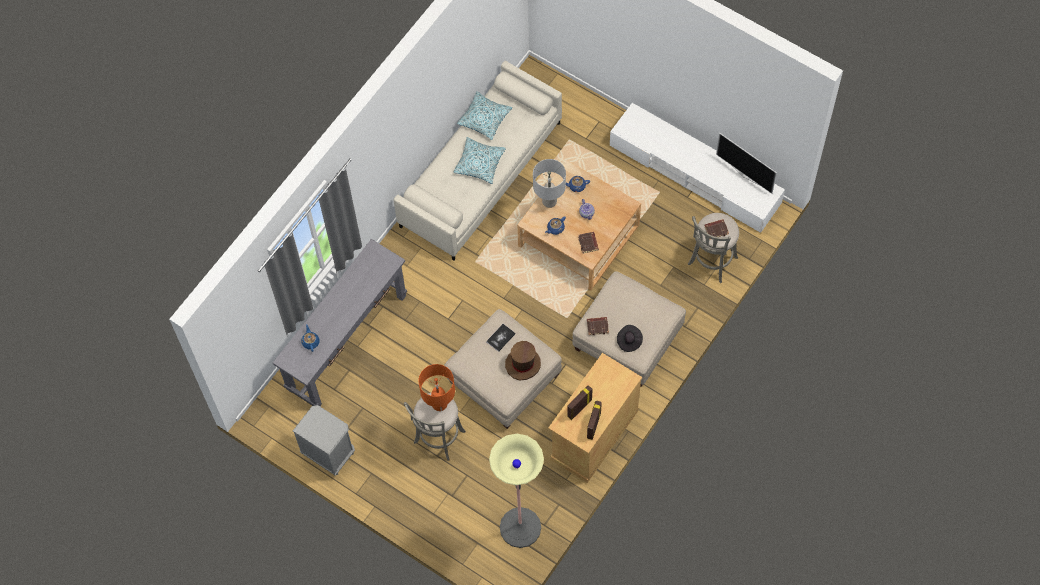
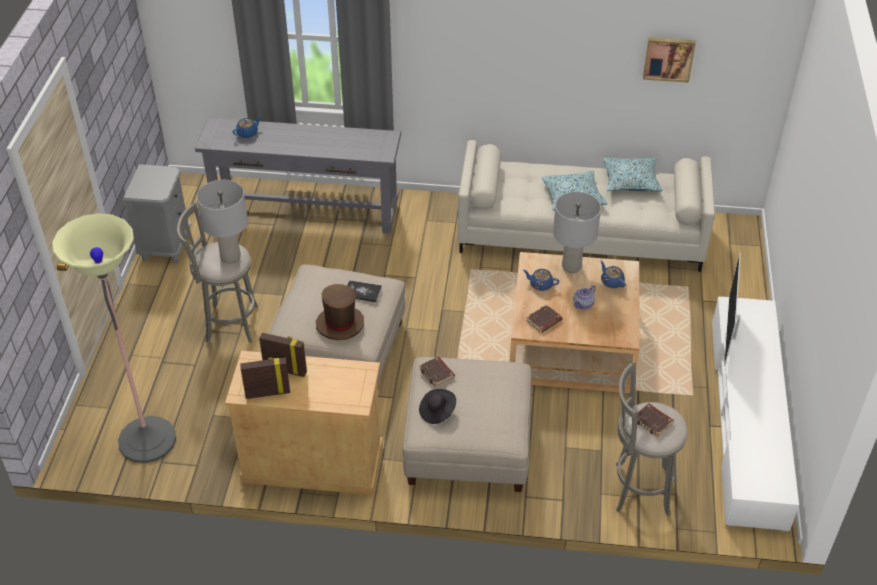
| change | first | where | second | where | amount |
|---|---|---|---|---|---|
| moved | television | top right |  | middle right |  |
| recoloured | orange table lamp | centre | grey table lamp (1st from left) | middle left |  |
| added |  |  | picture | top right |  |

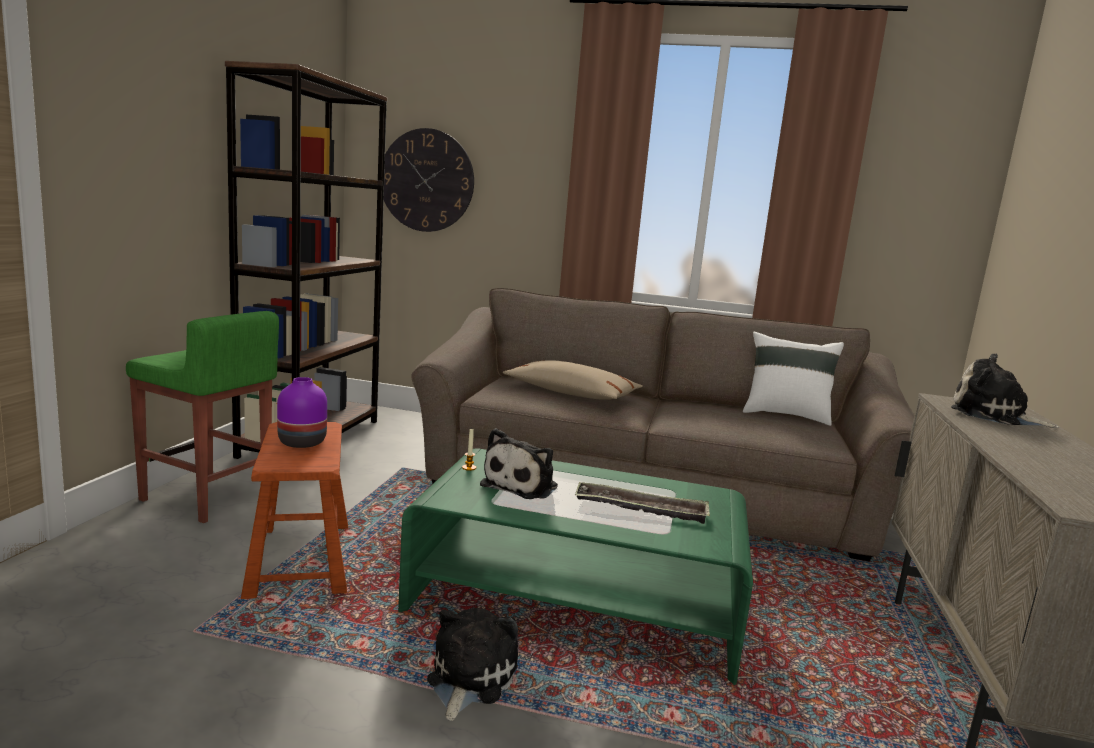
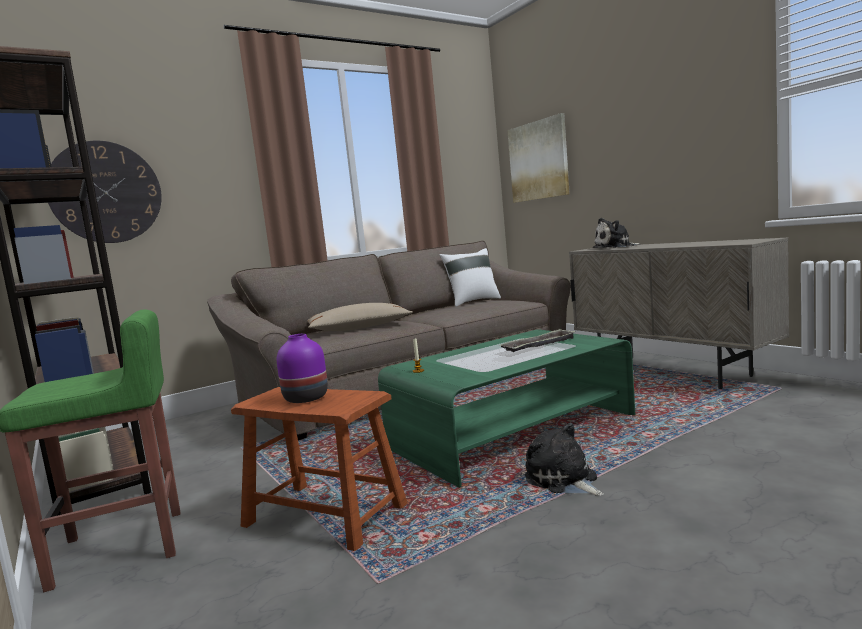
| change | first | where | second | where | amount |
|---|---|---|---|---|---|
| removed | plush toy (2nd from left) | centre |  |  |  |
| added |  |  | picture | top centre |  |

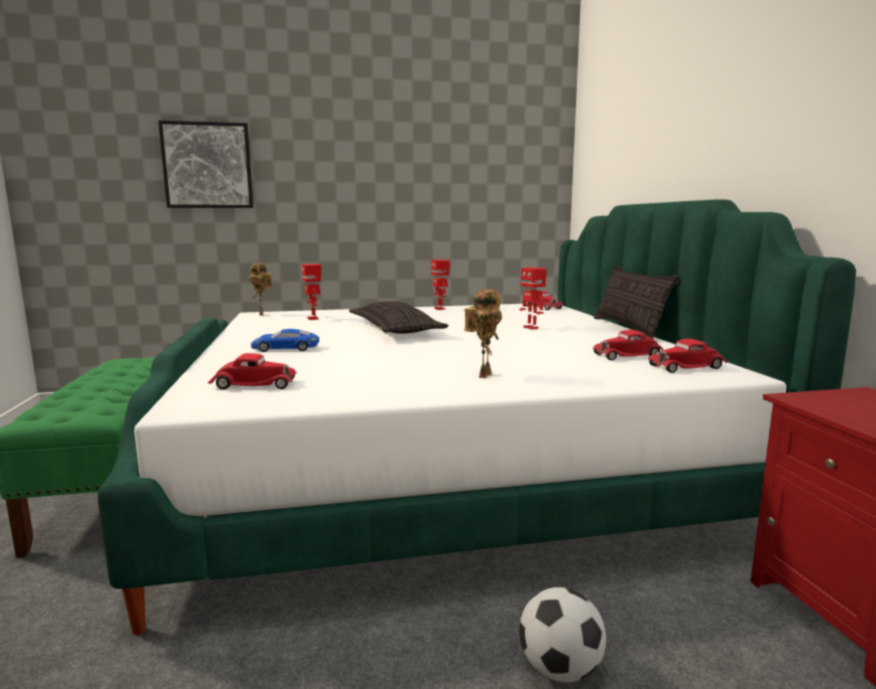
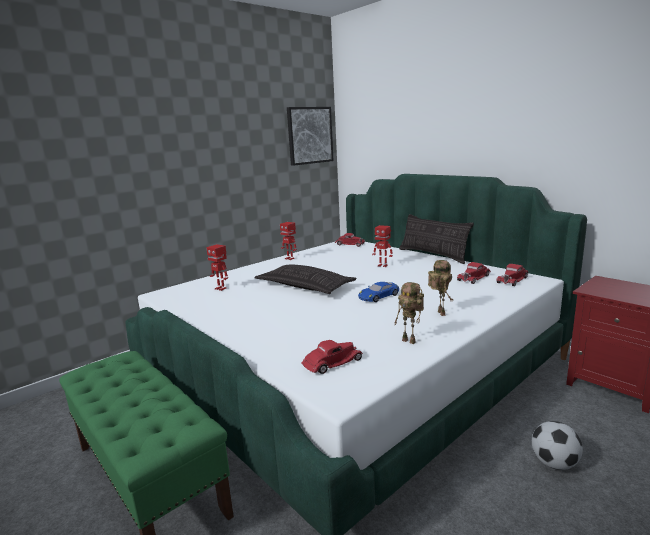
| change | first | where | second | where | amount |
|---|---|---|---|---|---|
| moved | picture | top left |  | top centre |  |
| moved | toy robot (1st from left in the first image) | middle left | toy robot (4th from left) | centre |  |
| moved | blue toy car | middle left |  | centre |  |

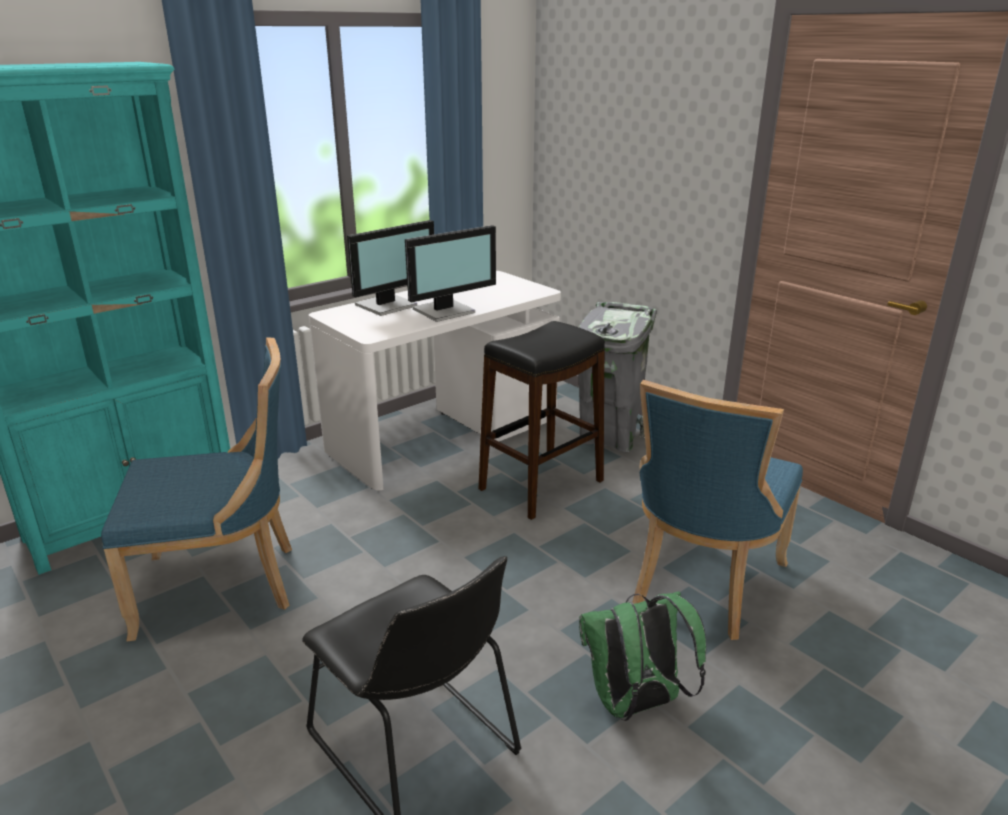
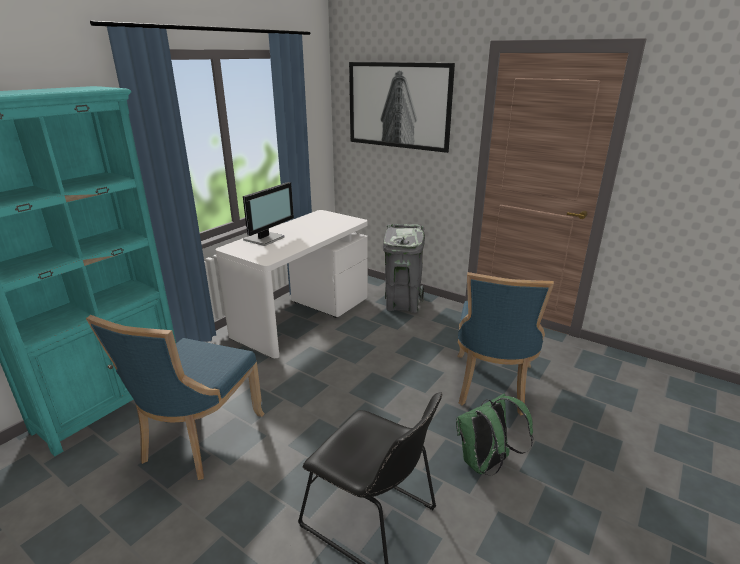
| change | first | where | second | where | amount |
|---|---|---|---|---|---|
| removed | monitor (2nd from left) | centre |  |  |  |
| removed | black stool | centre |  |  |  |
| turned | blue chair (1st from left) | middle left |  | bottom left | 135 degrees clockwise |
| added |  |  | picture | top centre |  |

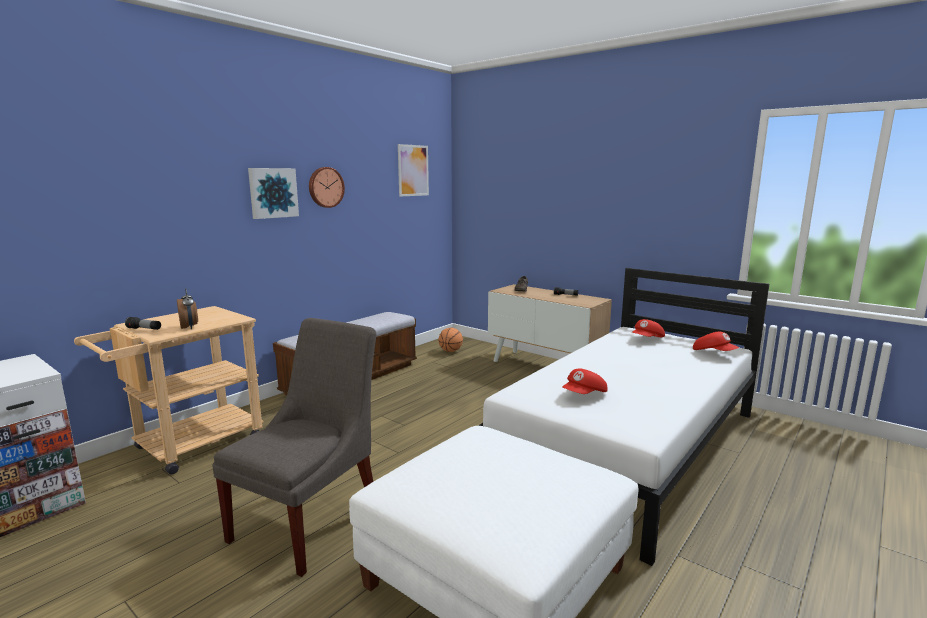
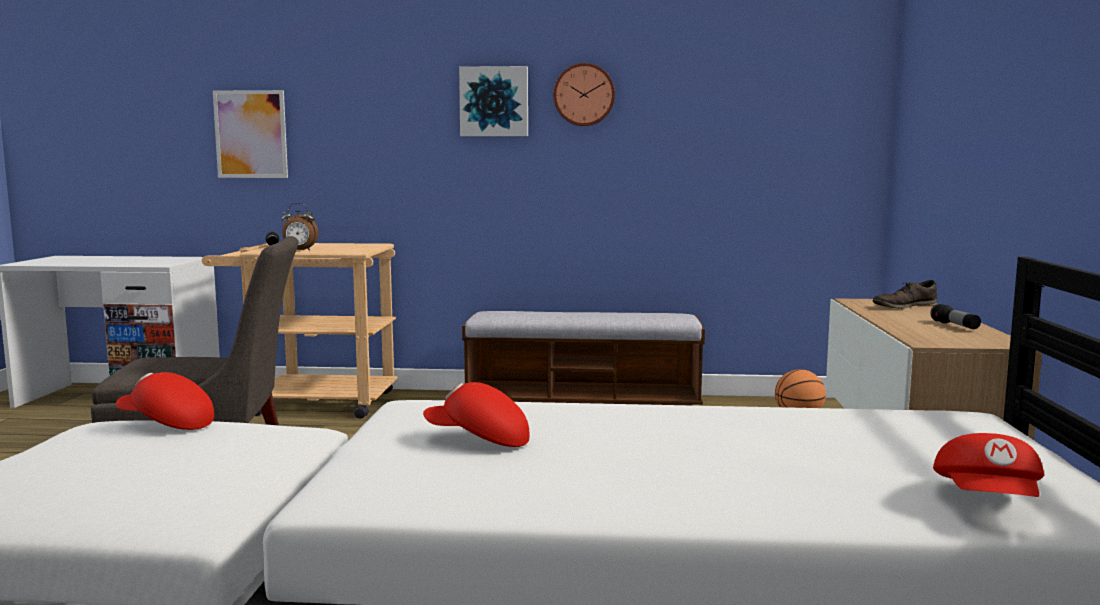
| change | first | where | second | where | amount |
|---|---|---|---|---|---|
| moved | picture (2nd from left in the first image) | top centre | picture (1st from left) | top left |  |
| turned | alarm clock | middle left |  | middle left | 60 degrees clockwise |
| moved | red cap (2nd from left in the first image) | middle right | red cap (1st from left) | middle left |  |

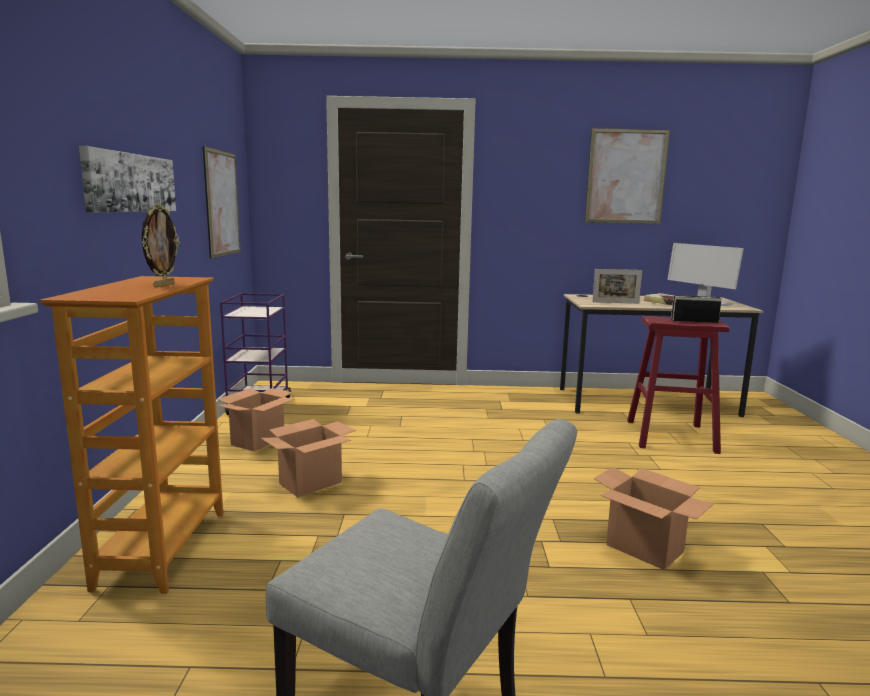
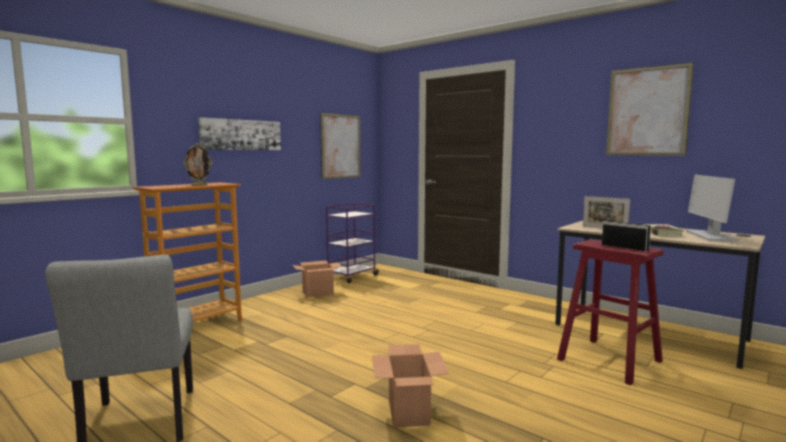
| change | first | where | second | where | amount |
|---|---|---|---|---|---|
| removed | cardboard box (2nd from left) | centre |  |  |  |

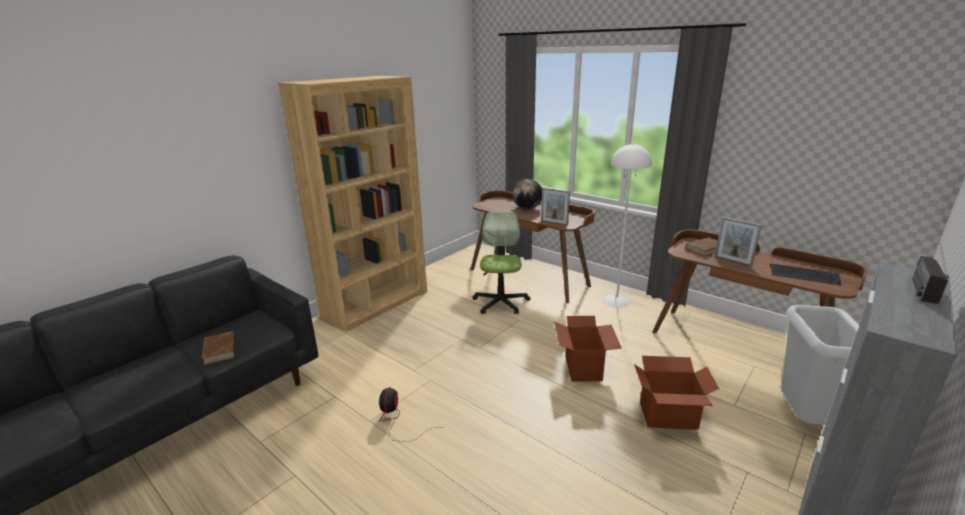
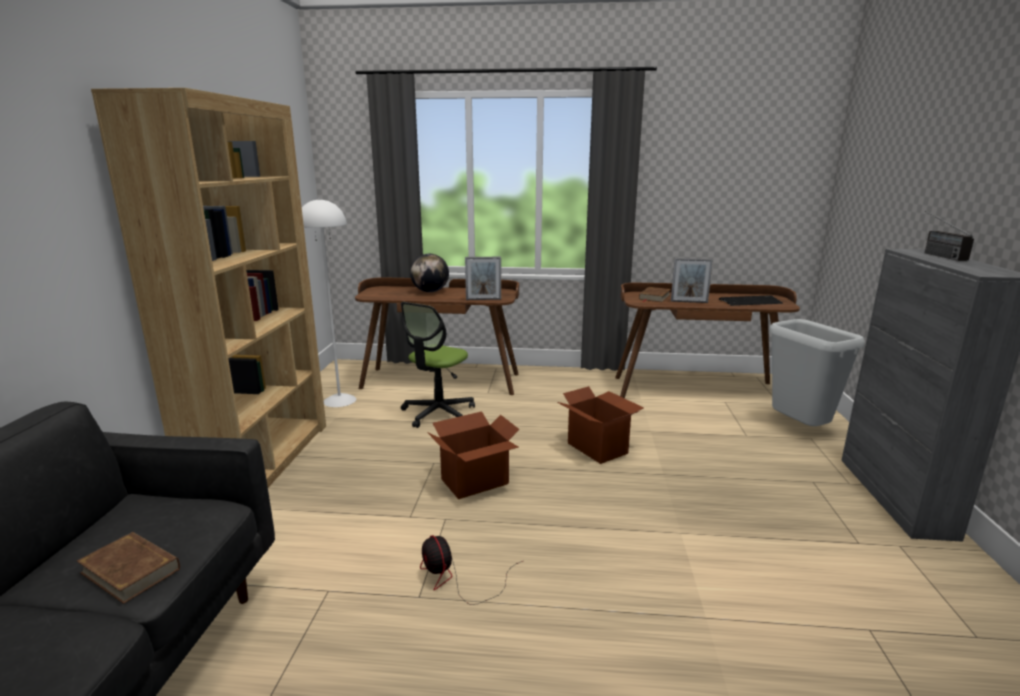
| change | first | where | second | where | amount |
|---|---|---|---|---|---|
| moved | white floor lamp | centre |  | middle left |  |
| turned | office chair | centre |  | centre | 120 degrees counterclockwise |
| moved | cardboard box (2nd from left in the first image) | bottom right | cardboard box (1st from left) | centre |  |

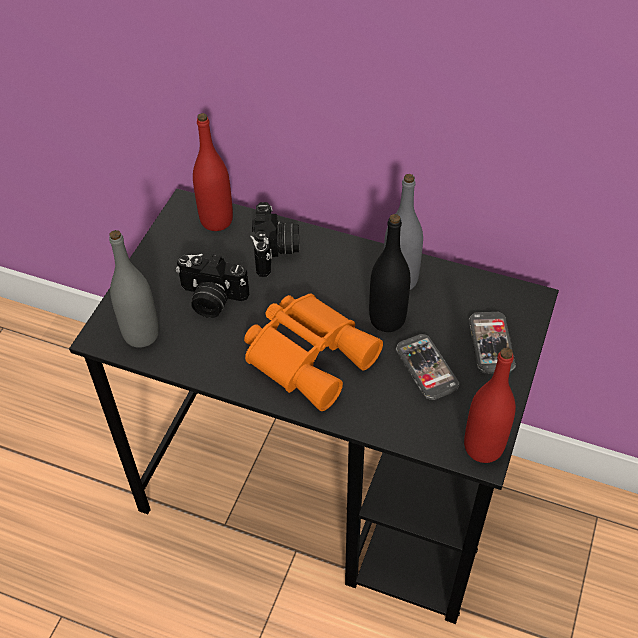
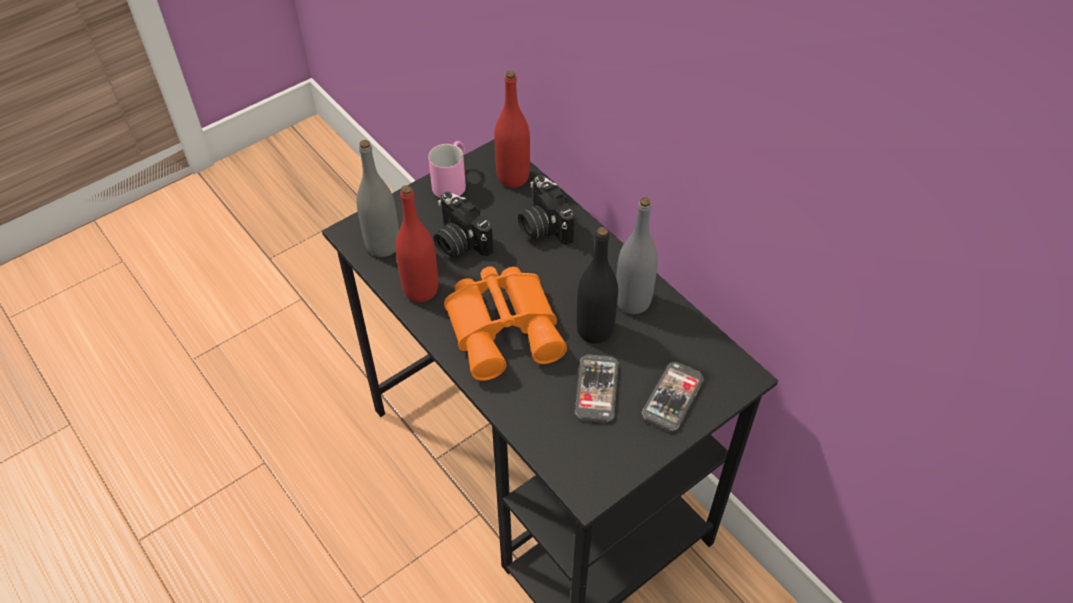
| change | first | where | second | where | amount |
|---|---|---|---|---|---|
| turned | photo camera (2nd from left) | centre |  | centre | 120 degrees clockwise |
| moved | red bottle (2nd from left in the first image) | middle right | red bottle (1st from left) | centre |  |
| added |  |  | pink mug | top centre |  |

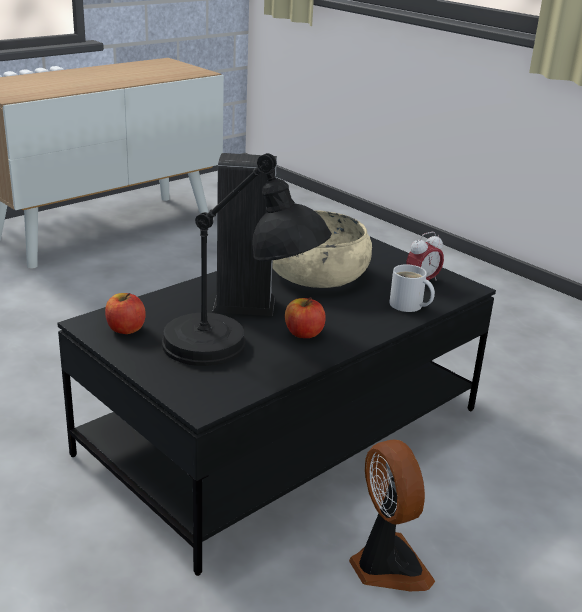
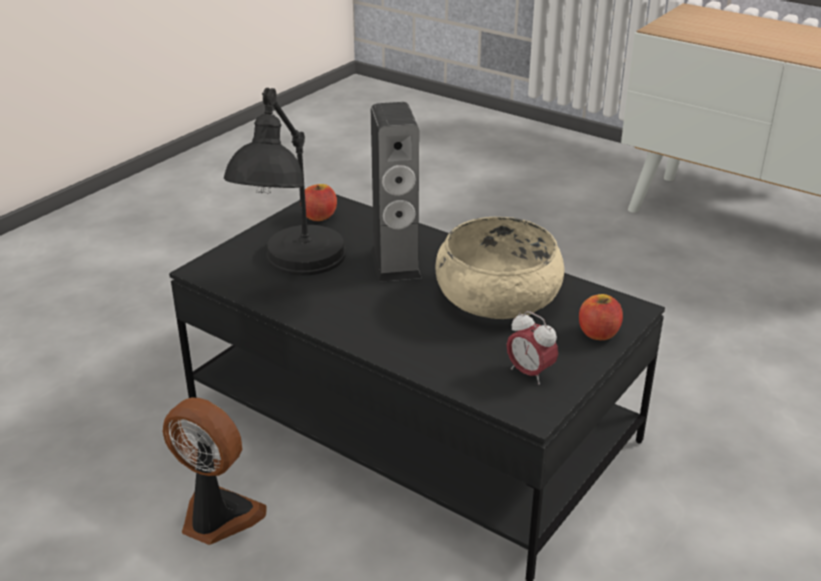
| change | first | where | second | where | amount |
|---|---|---|---|---|---|
| removed | white mug | middle right |  |  |  |
| moved | apple (2nd from left) | centre |  | middle right |  |
| turned | fan | bottom right |  | bottom left | 120 degrees counterclockwise |

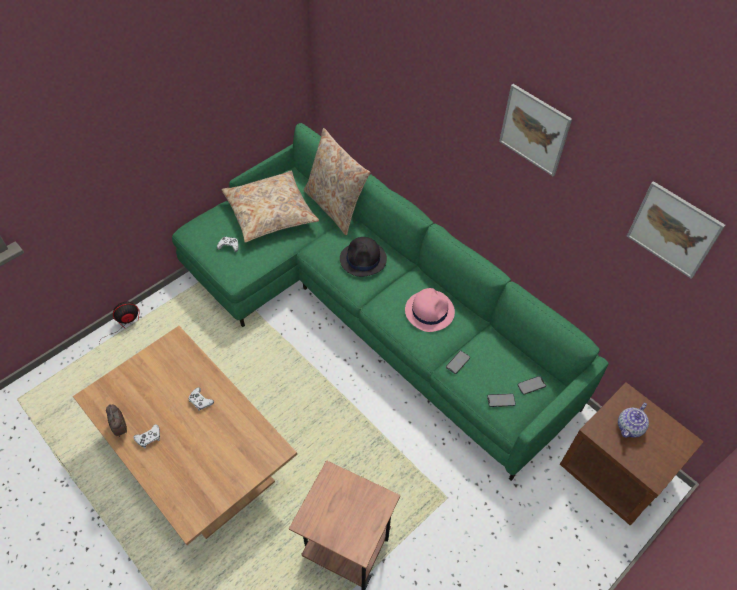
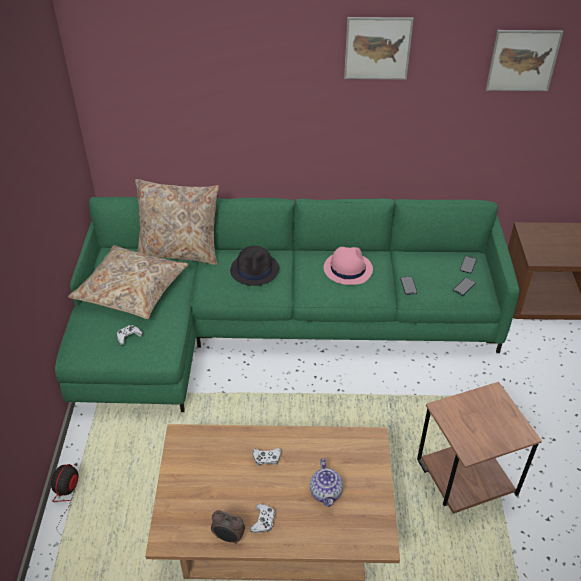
| change | first | where | second | where | amount |
|---|---|---|---|---|---|
| moved | teapot | bottom right |  | bottom centre |  |

